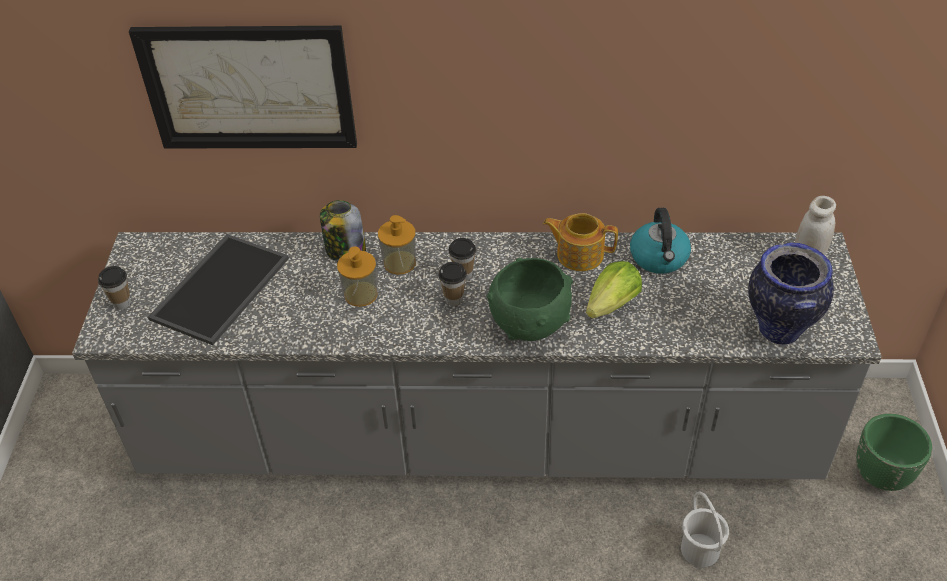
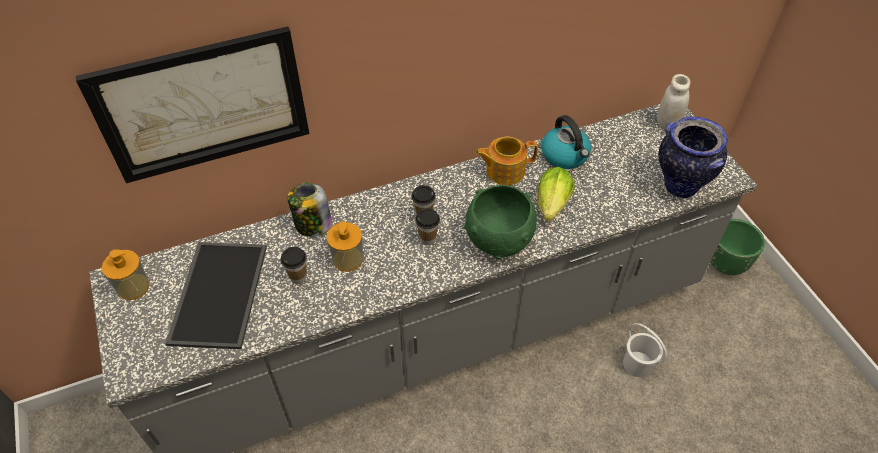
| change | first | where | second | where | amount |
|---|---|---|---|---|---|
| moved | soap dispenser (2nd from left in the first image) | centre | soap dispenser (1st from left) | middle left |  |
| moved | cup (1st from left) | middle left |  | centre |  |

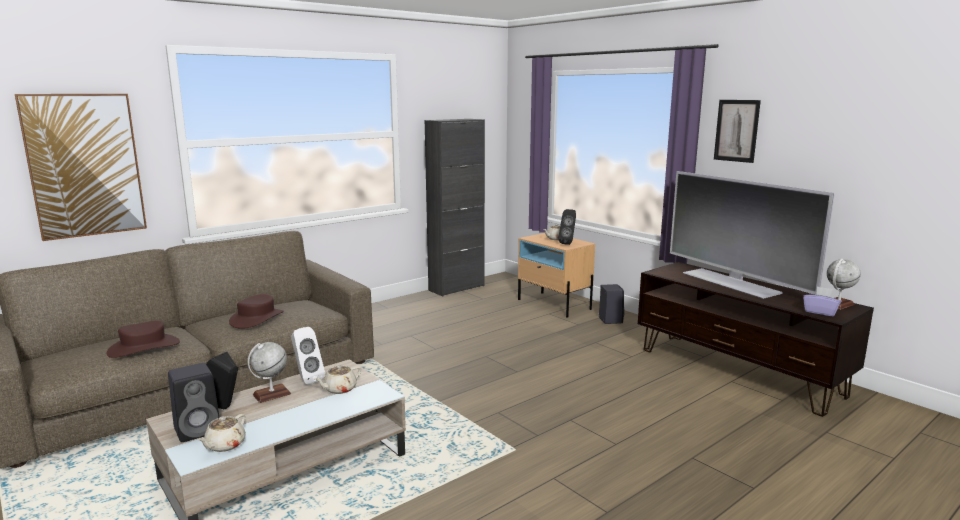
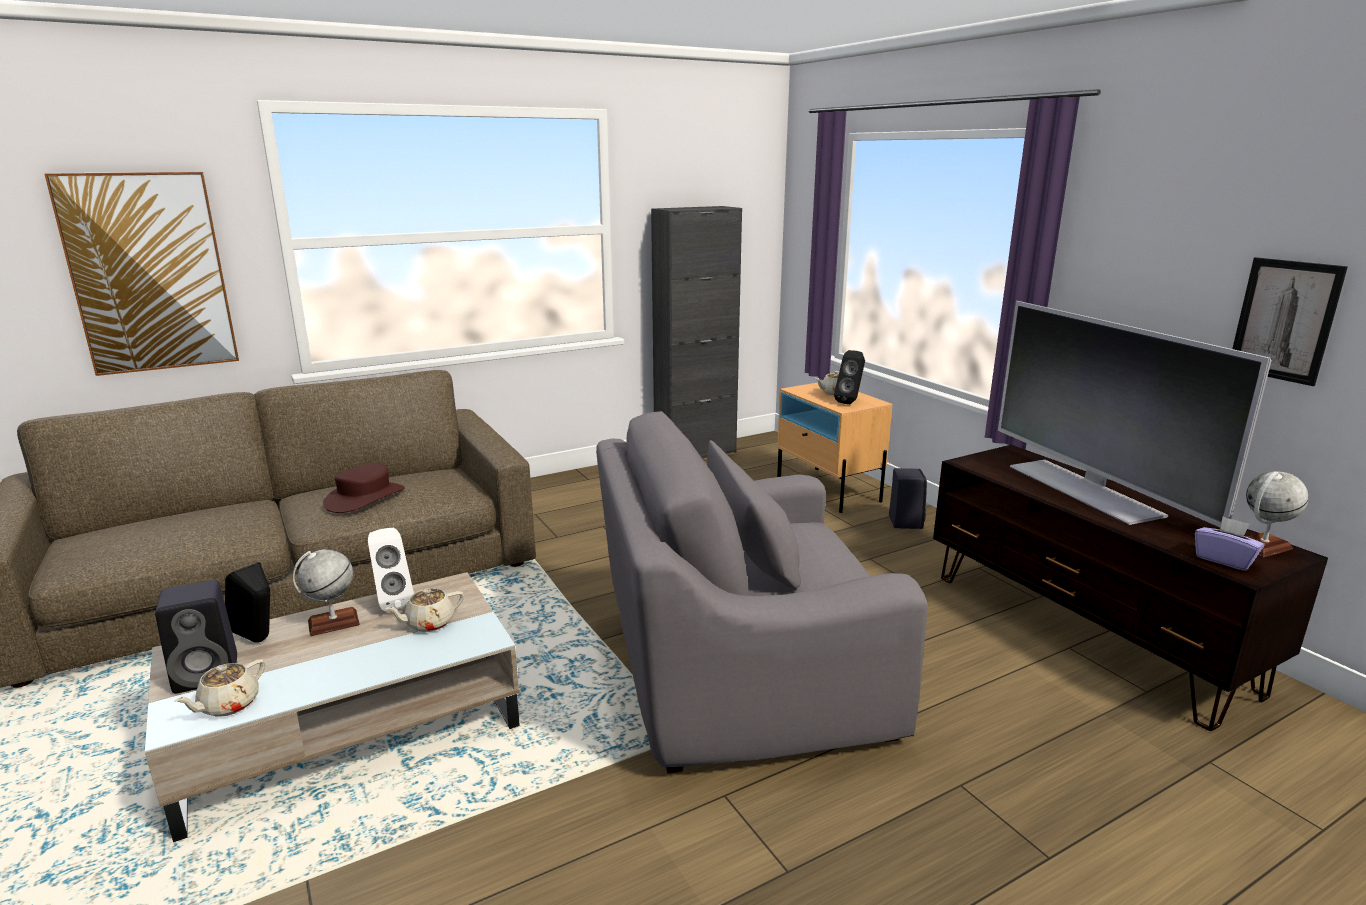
| change | first | where | second | where | amount |
|---|---|---|---|---|---|
| moved | picture (2nd from left) | top right |  | middle right |  |
| removed | brown hat (1st from left) | middle left |  |  |  |
| added |  |  | grey armchair | centre |  |

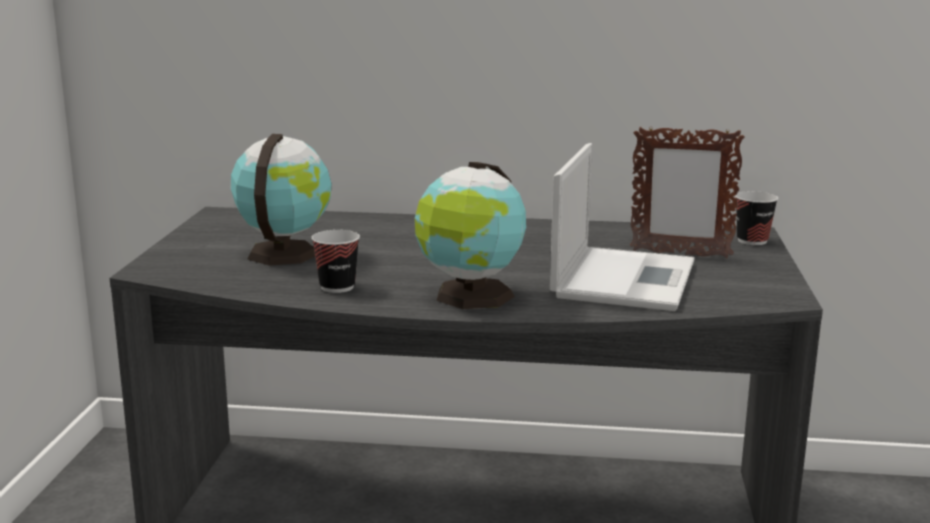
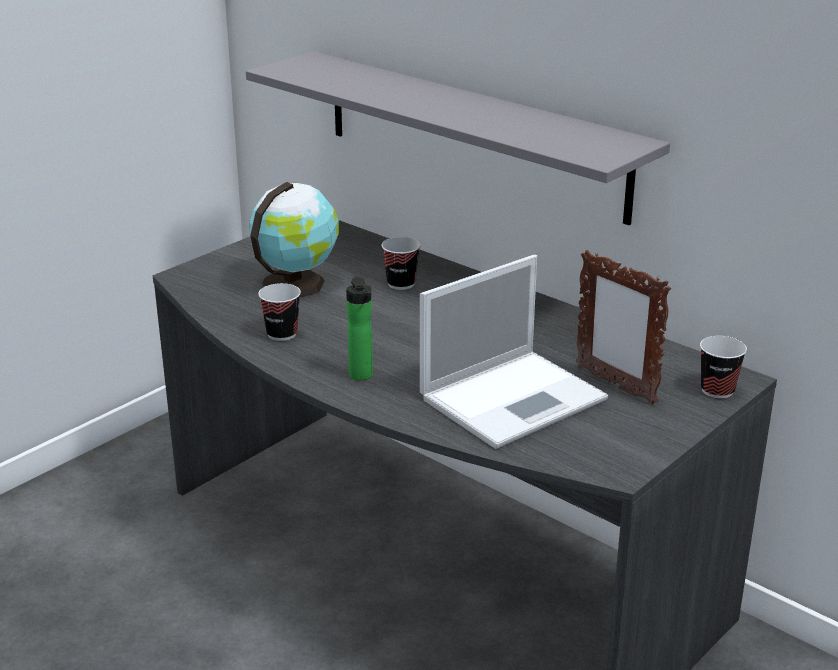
| change | first | where | second | where | amount |
|---|---|---|---|---|---|
| replaced | globe (2nd from left) | centre | bottle | centre |  |
| added |  |  | grey shelf | top centre |  |
| added |  |  | cup (2nd from left) | centre |  |

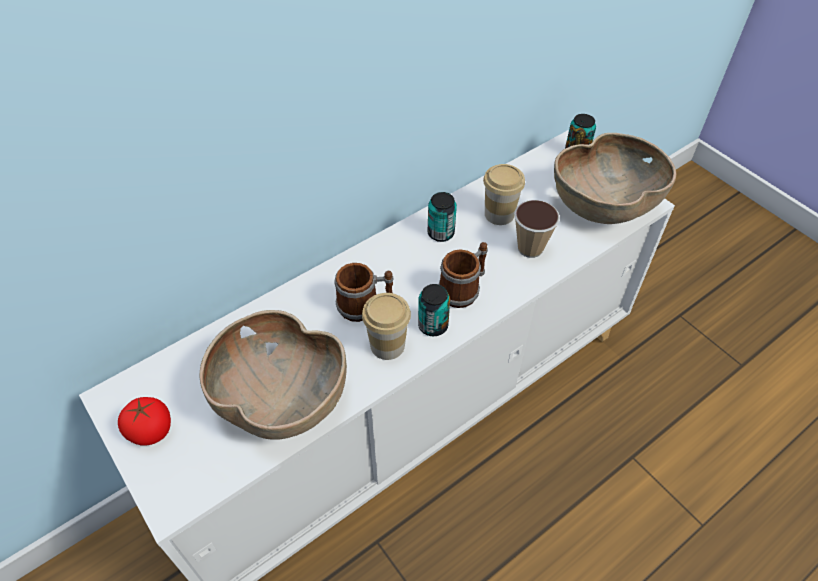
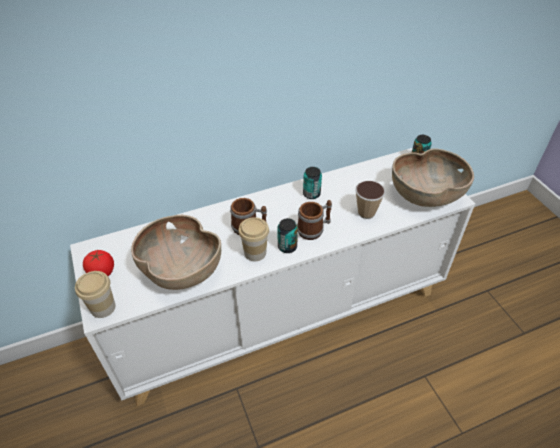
| change | first | where | second | where | amount |
|---|---|---|---|---|---|
| moved | cup (2nd from left in the first image) | centre | cup (1st from left) | middle left |  |

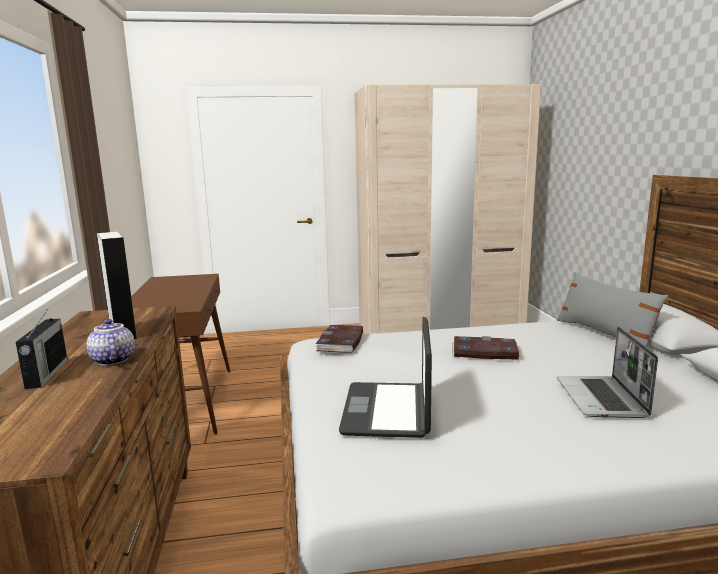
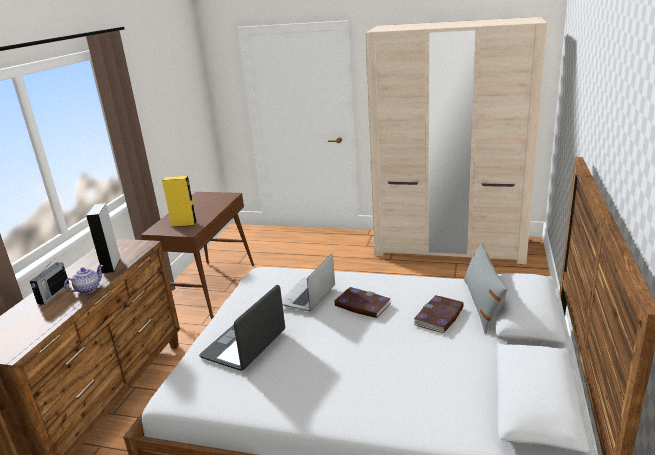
| change | first | where | second | where | amount |
|---|---|---|---|---|---|
| turned | teapot | middle left |  | middle left | 45 degrees clockwise |
| moved | book (1st from left in the first image) | centre | book (2nd from left) | bottom right |  |
| moved | laptop (2nd from left) | middle right |  | centre |  |
| added |  |  | yellow speaker | middle left |  |

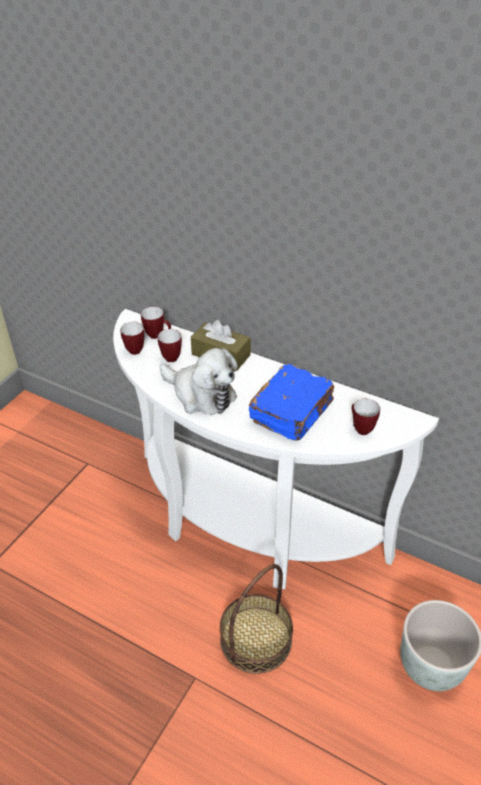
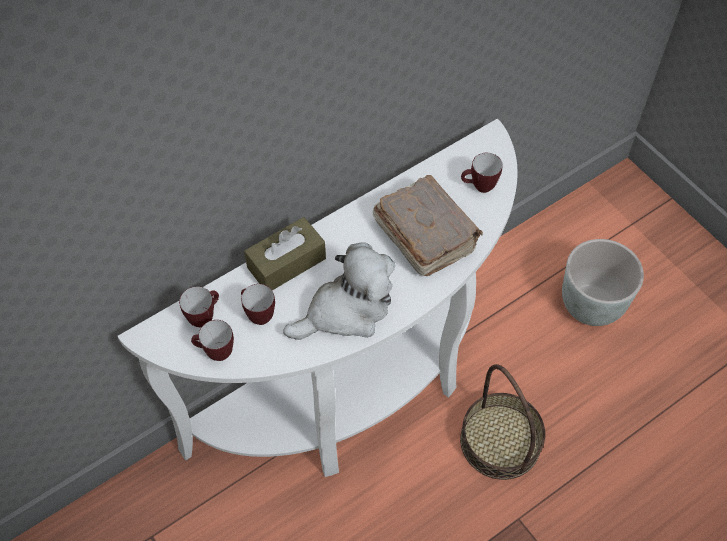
| change | first | where | second | where | amount |
|---|---|---|---|---|---|
| recoloured | blue book | centre | brown book | centre |  |

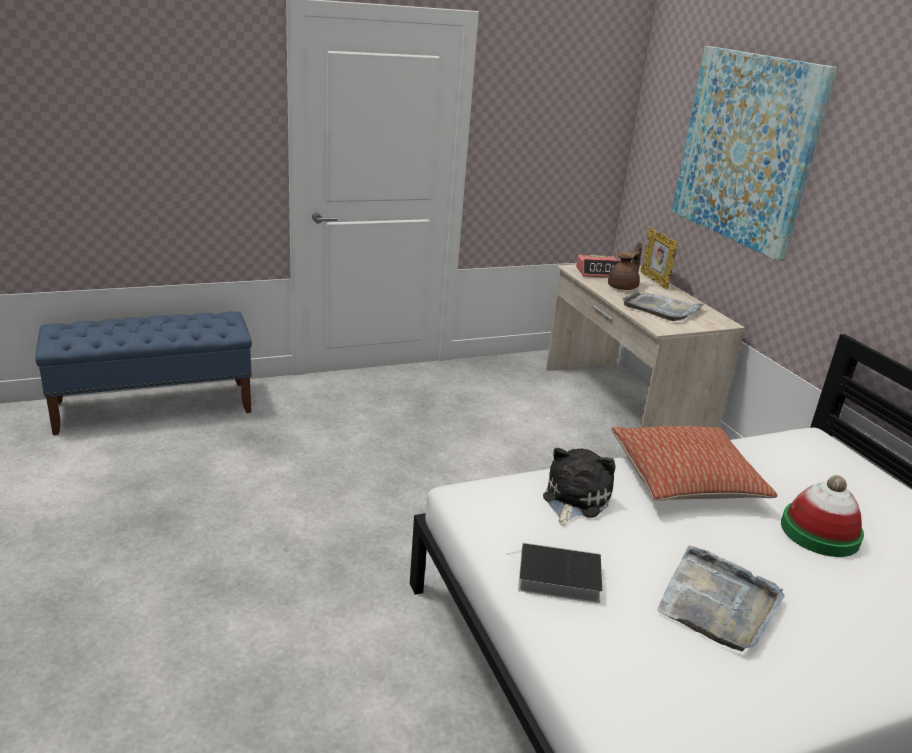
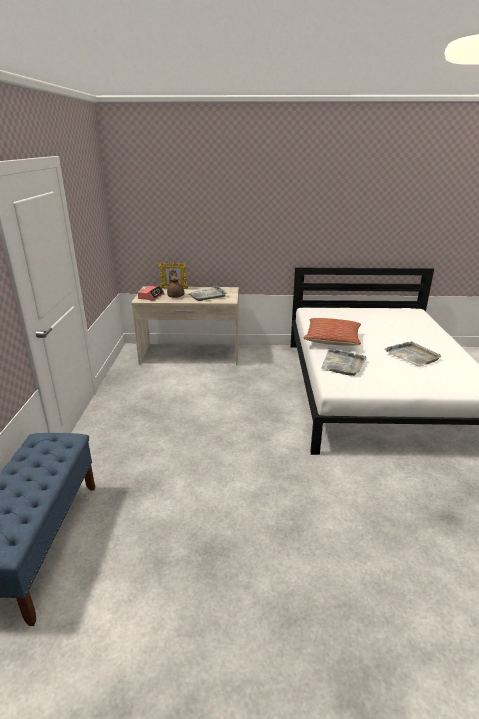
| change | first | where | second | where | amount |
|---|---|---|---|---|---|
| removed | picture | top right |  |  |  |
| replaced | plush toy | centre | grey tray (2nd from left) | middle right |  |
| removed | hat | bottom right |  |  |  |
| removed | book | bottom centre |  |  |  |

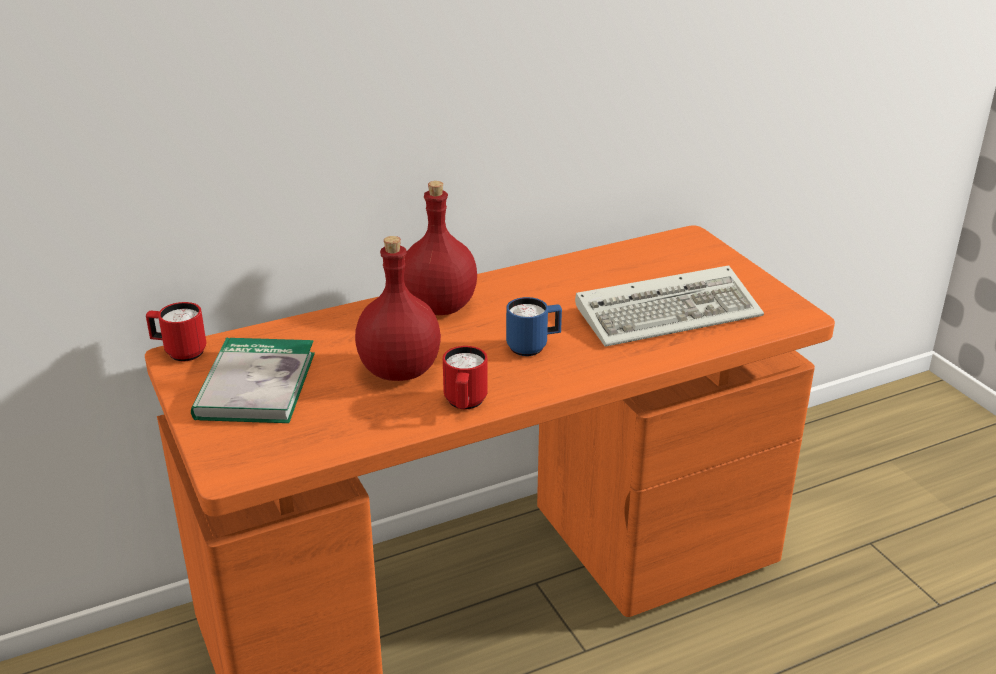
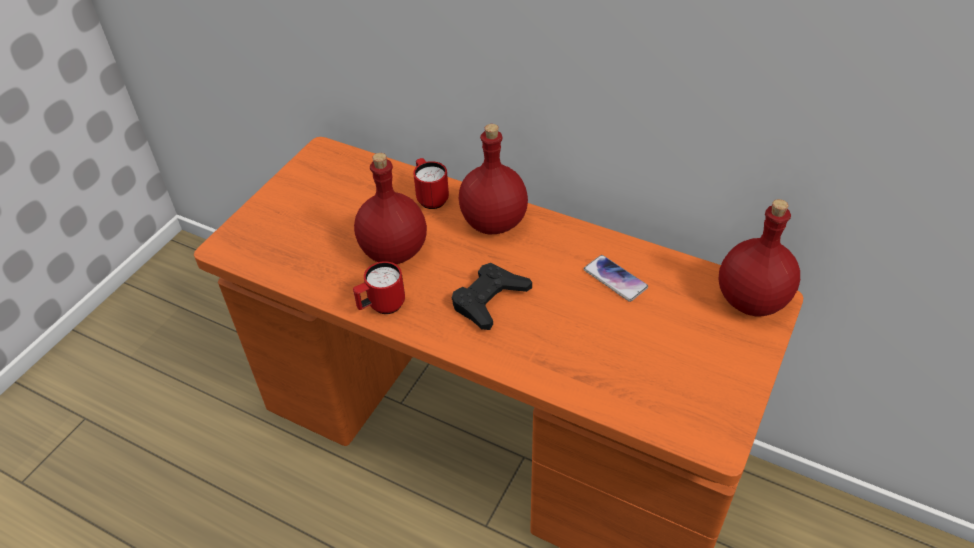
| change | first | where | second | where | amount |
|---|---|---|---|---|---|
| removed | keyboard | middle right |  |  |  |
| replaced | blue mug | centre | black game controller | centre |  |
| moved | red mug (1st from left in the first image) | middle left | red mug (2nd from left) | centre |  |
| removed | book | middle left |  |  |  |
| added |  |  | red bottle (3rd from left) | middle right |  |
| added |  |  | phone | centre |  |

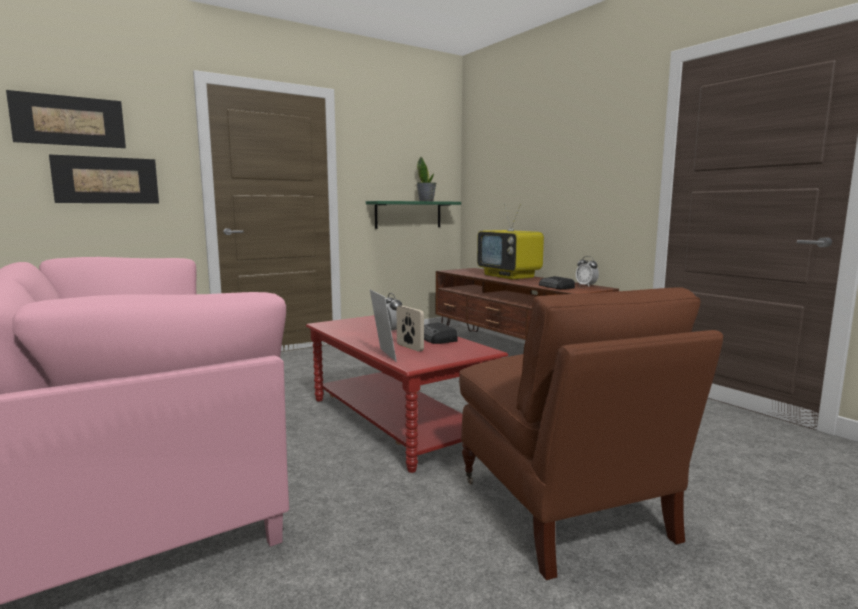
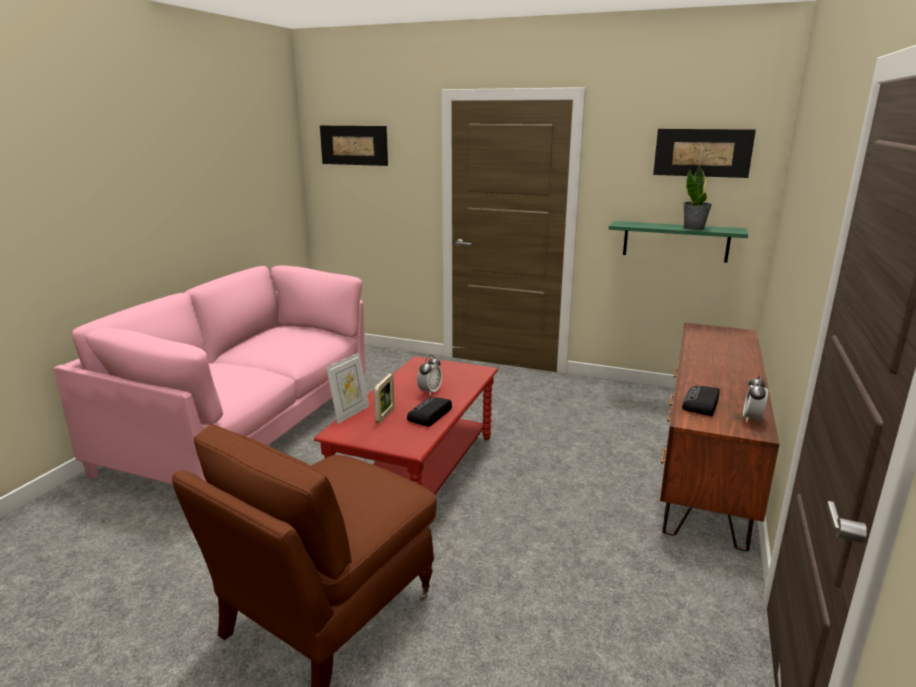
| change | first | where | second | where | amount |
|---|---|---|---|---|---|
| moved | picture (2nd from left) | top left |  | top right |  |
| removed | television | centre |  |  |  |

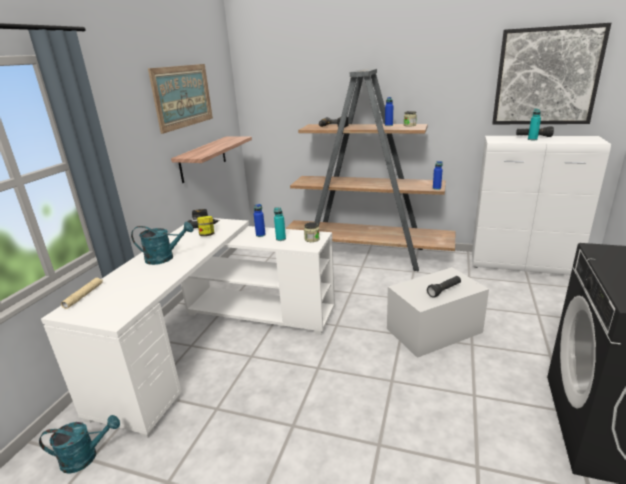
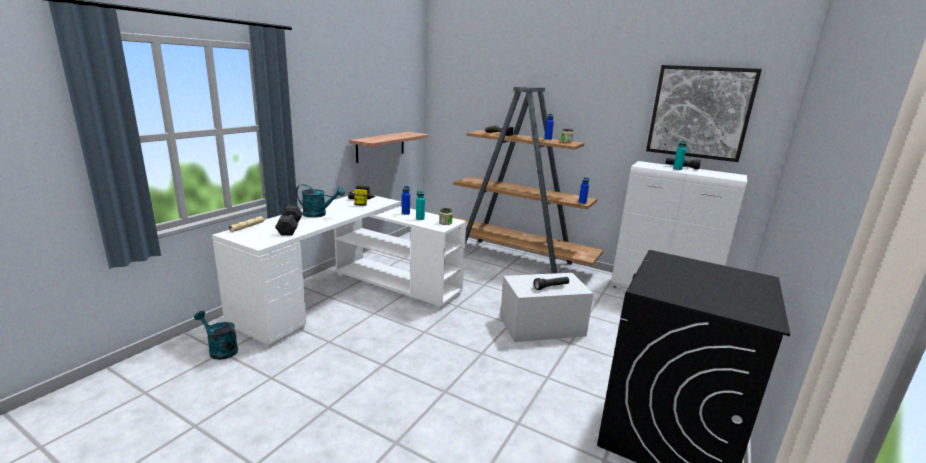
| change | first | where | second | where | amount |
|---|---|---|---|---|---|
| removed | picture (1st from left) | top left |  |  |  |
| turned | turquoise watering can (1st from left) | bottom left |  | bottom left | 150 degrees counterclockwise |
| added |  |  | grey dumbbell | middle left |  |

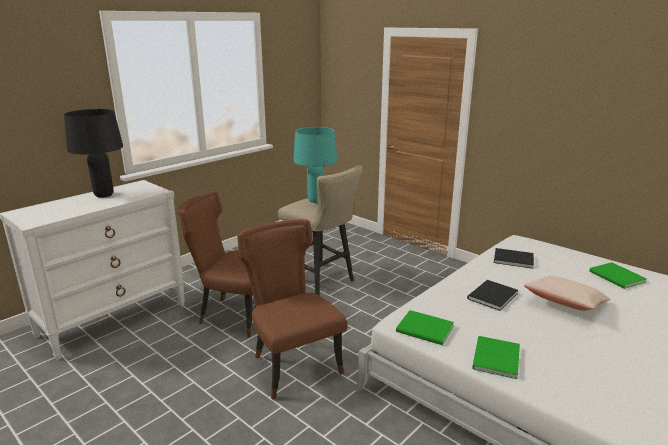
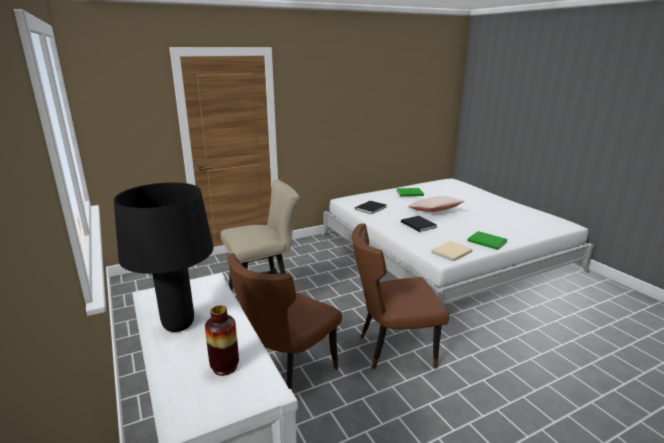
| change | first | where | second | where | amount |
|---|---|---|---|---|---|
| removed | turquoise table lamp | centre |  |  |  |
| recoloured | green book (1st from left) | bottom centre | beige book | middle right |  |
| added |  |  | vase | bottom centre |  |

